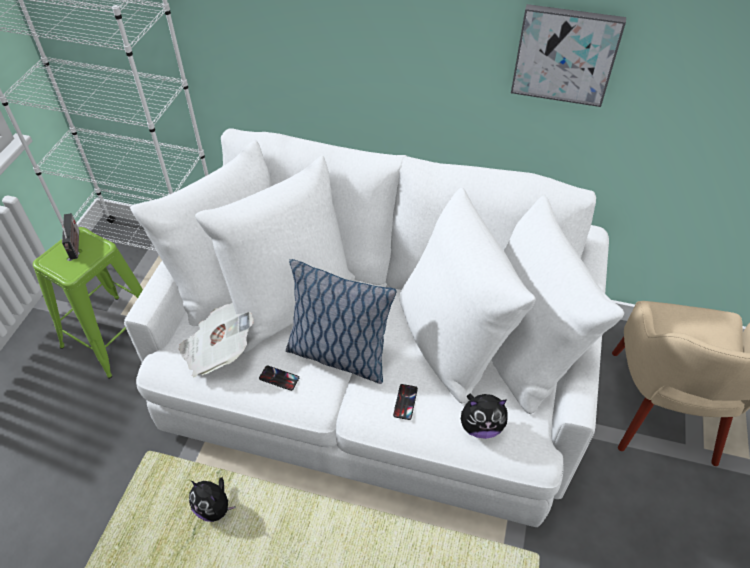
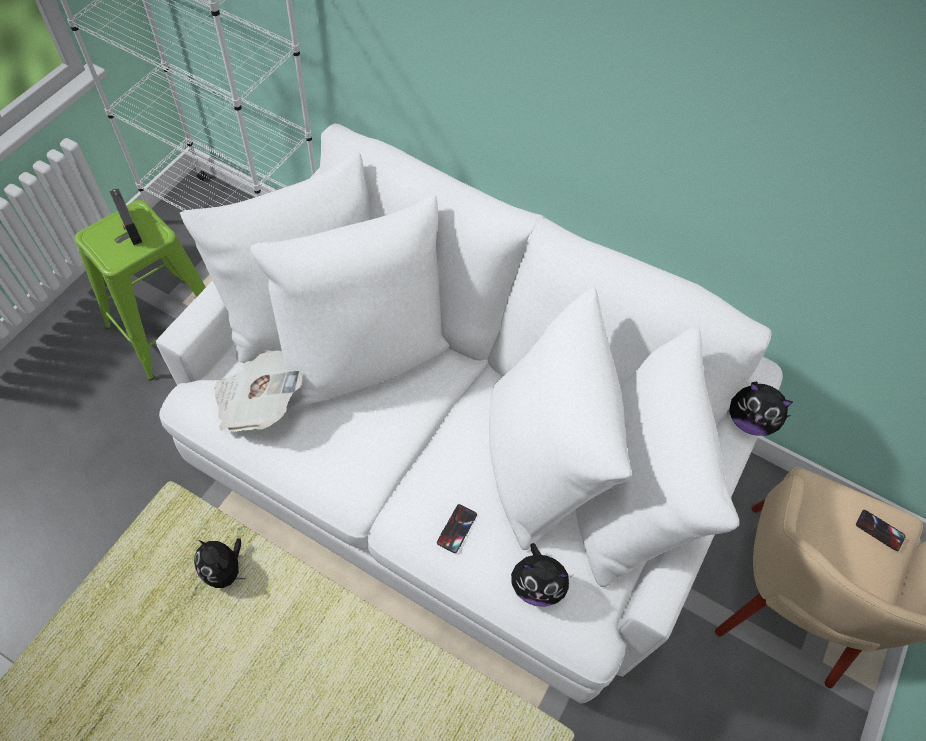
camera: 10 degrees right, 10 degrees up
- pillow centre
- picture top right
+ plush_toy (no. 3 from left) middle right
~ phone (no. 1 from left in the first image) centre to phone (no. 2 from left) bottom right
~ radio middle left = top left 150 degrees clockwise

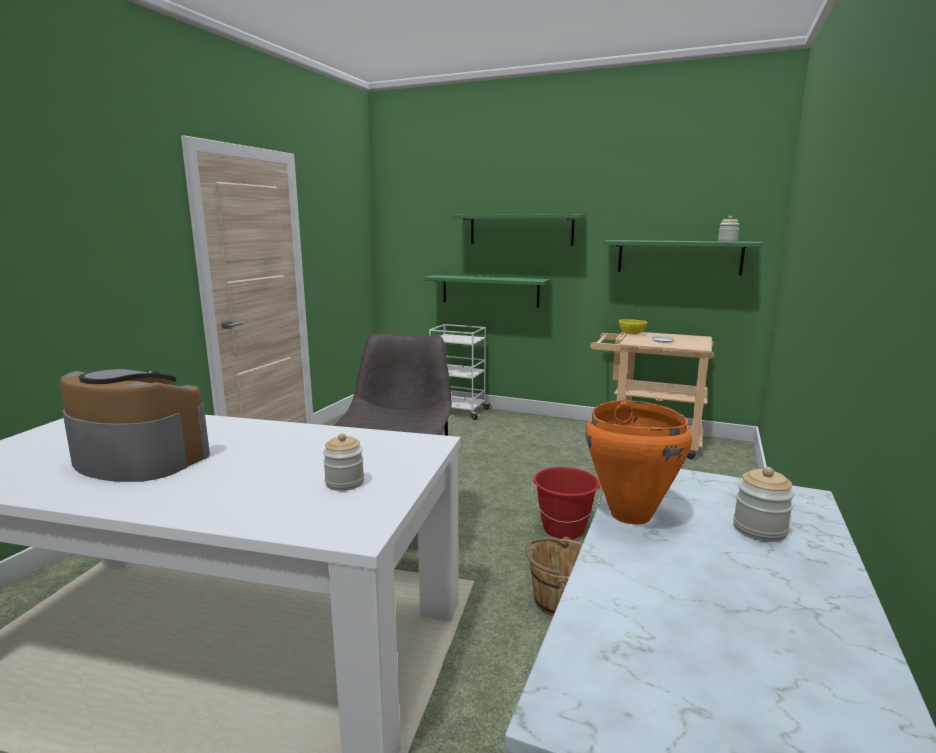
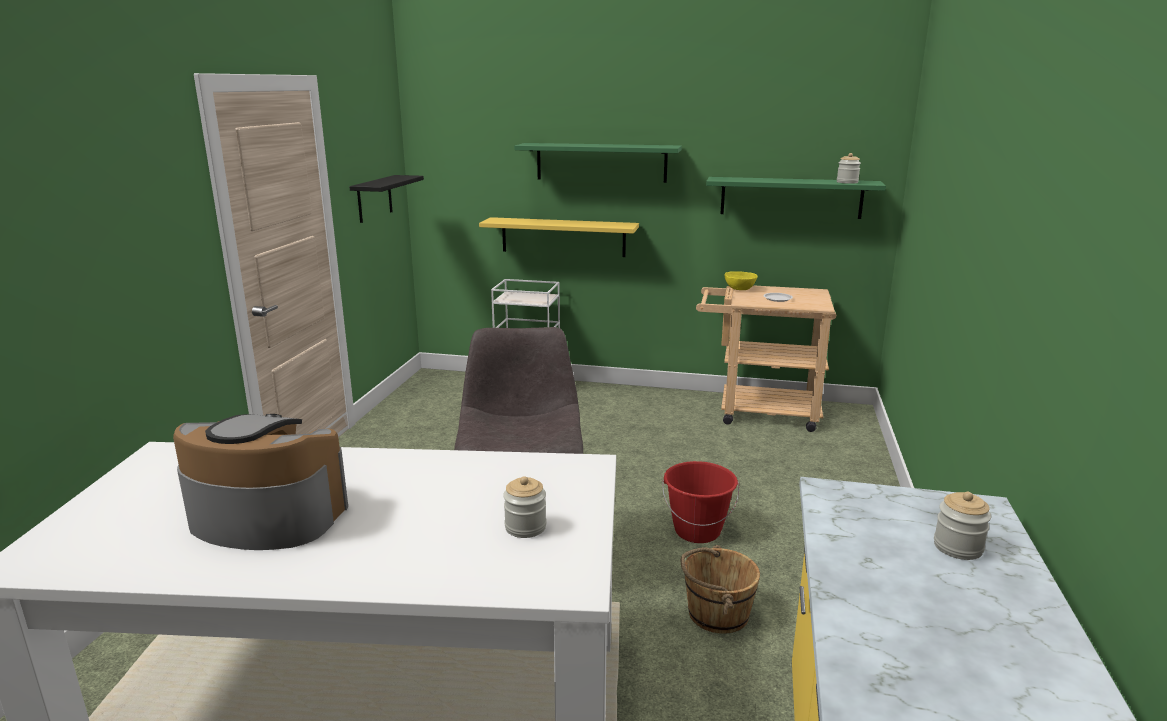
camera: 10 degrees left, 5 degrees up
- orange_cooking_pot middle right
+ black_shelf top left
~ green_shelf (no. 1 from left) centre to yellow_shelf top centre

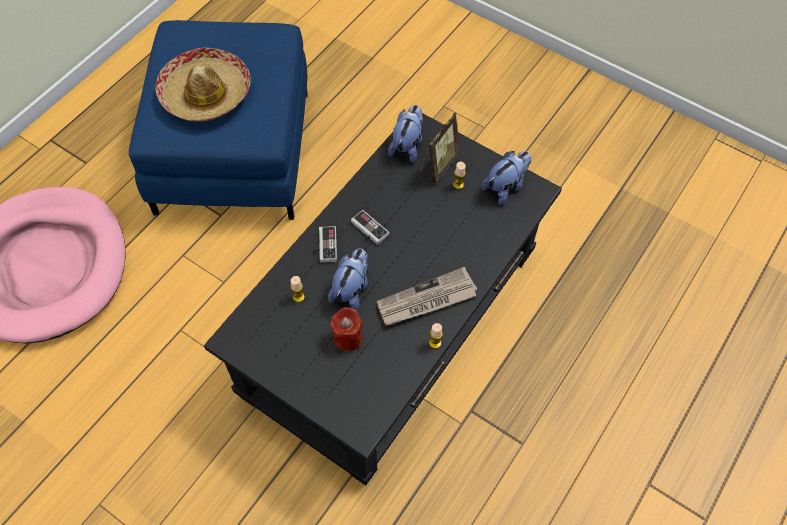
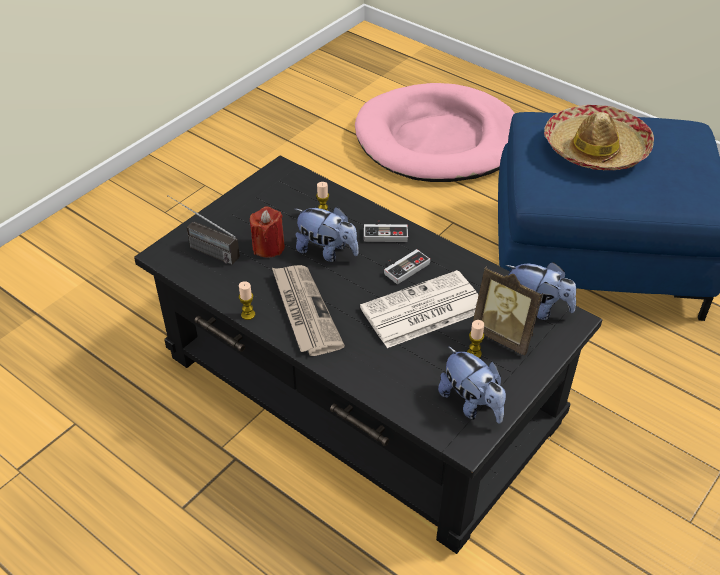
camera: 95 degrees right, 15 degrees down
+ radio middle left
+ newspaper (no. 2 from left) centre

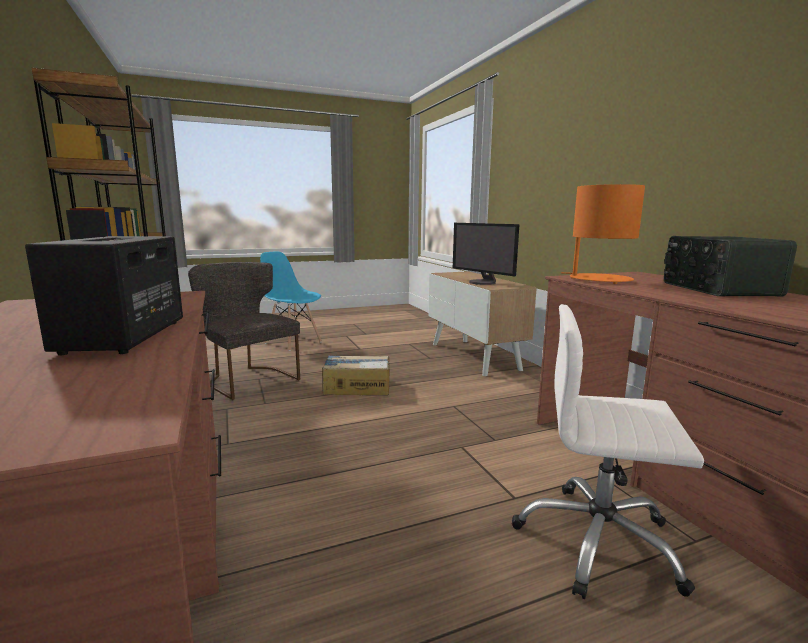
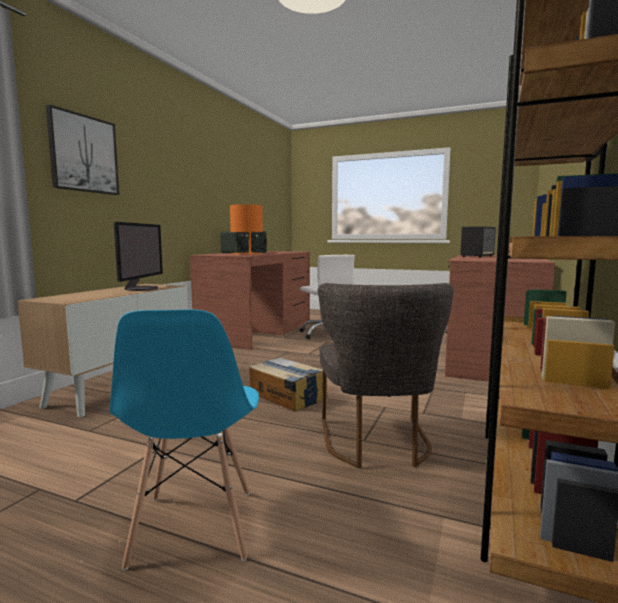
camera: 135 degrees left, 5 degrees down
+ picture top left

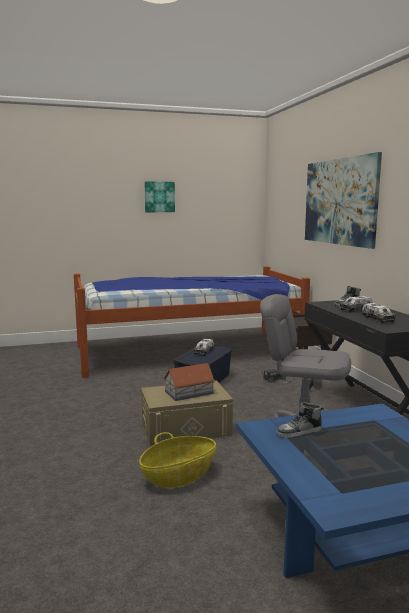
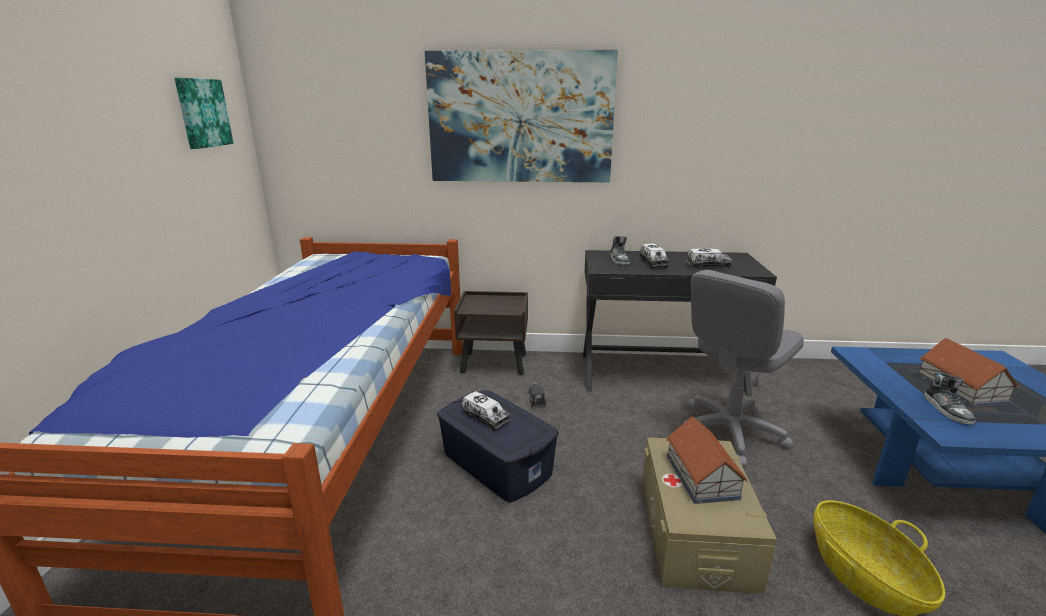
camera: 70 degrees left, 10 degrees up
+ toy_house (no. 2 from left) middle right
~ picture (no. 1 from left) top centre to top left

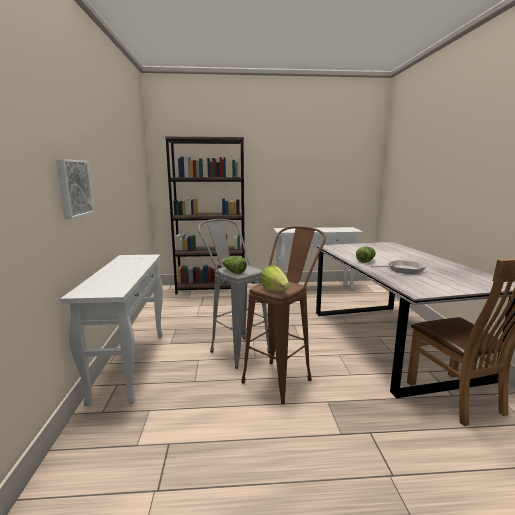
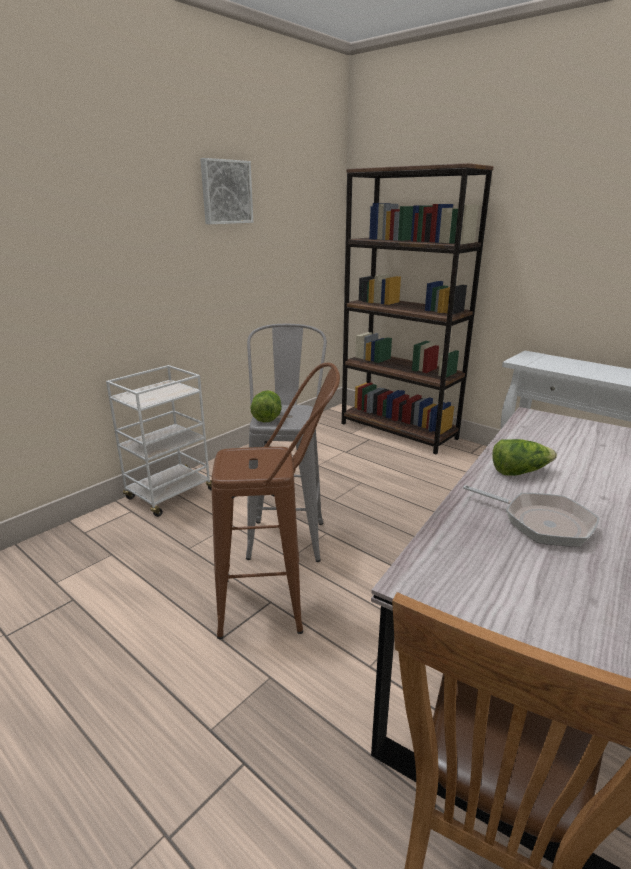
camera: 45 degrees right, 10 degrees up
- lettuce (no. 2 from left) centre
~ picture middle left to top centre
~ white_console_table (no. 1 from left) middle left to white_cart middle left

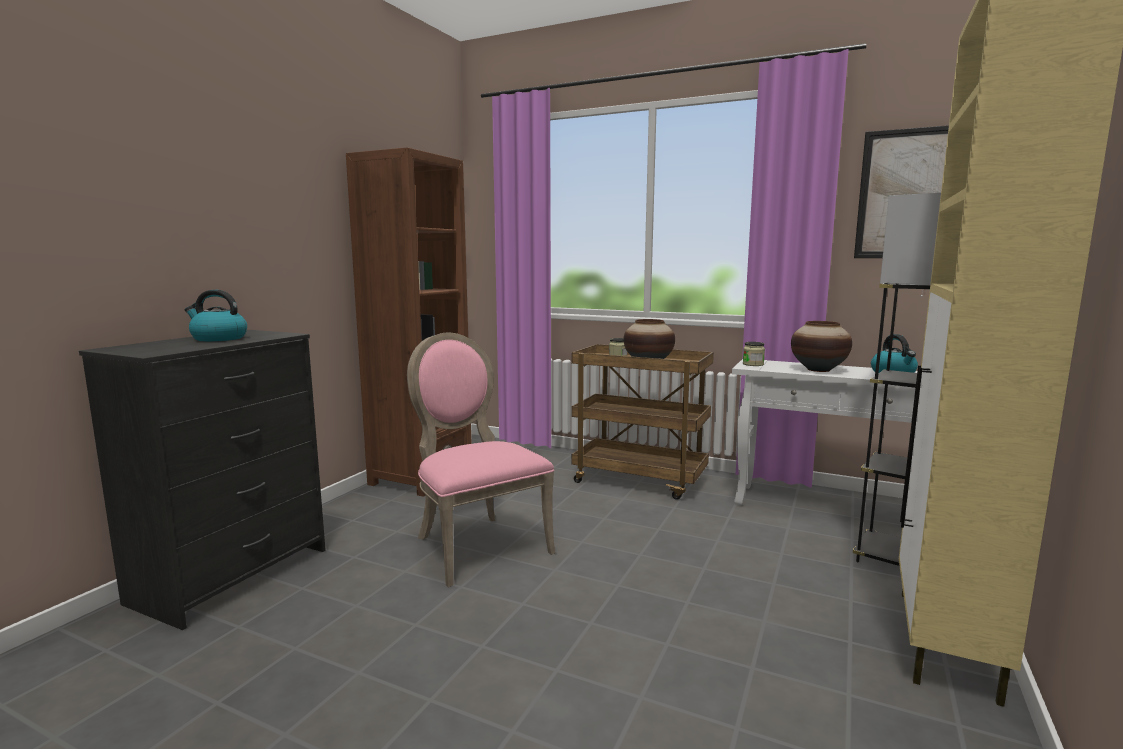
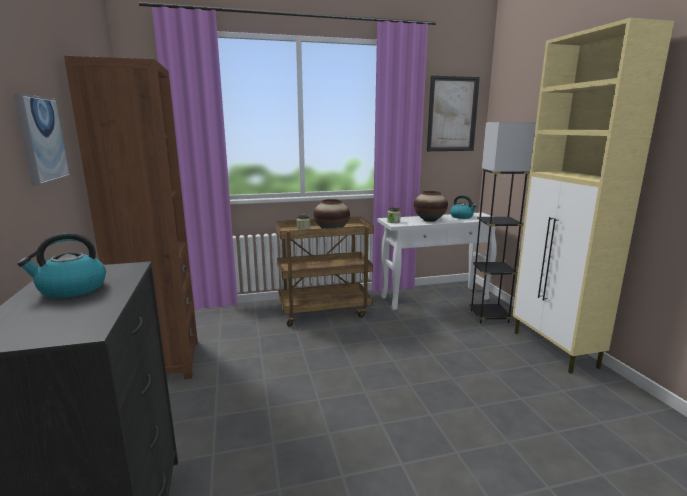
camera: 40 degrees left, 5 degrees up
- pink_chair centre
+ picture (no. 1 from left) top left

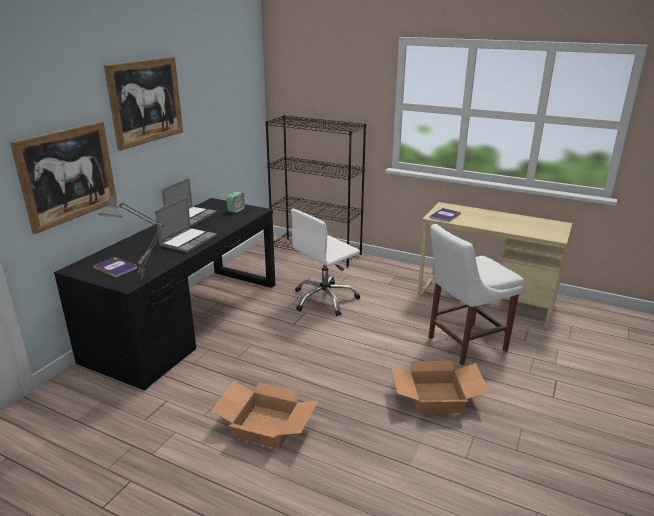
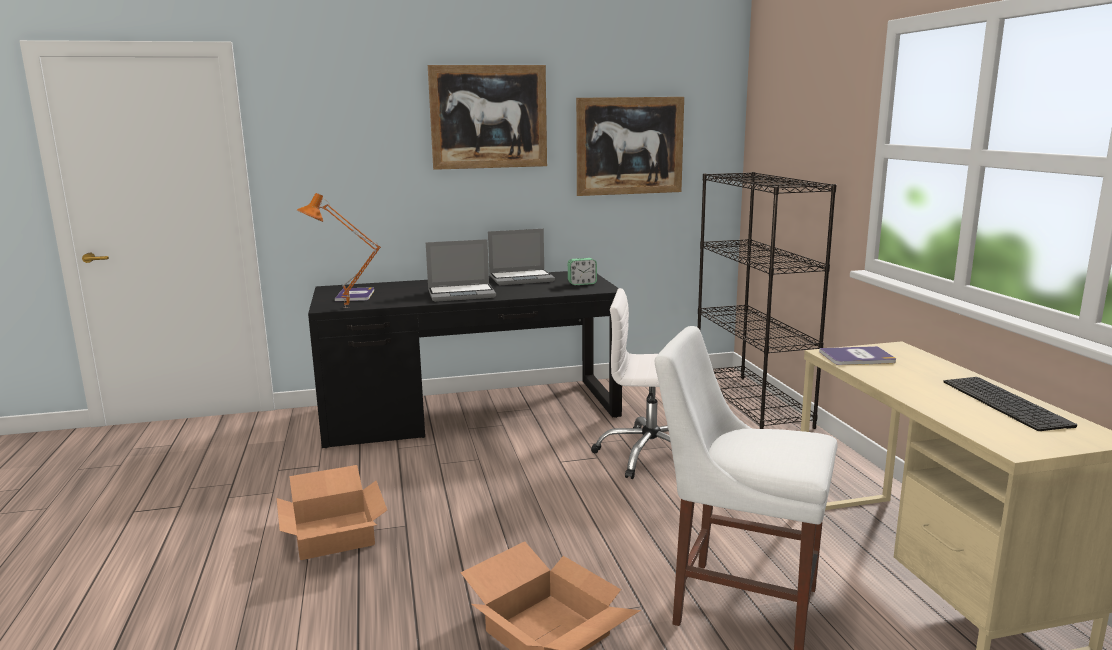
camera: 50 degrees right, 10 degrees down
+ keyboard middle right
~ picture (no. 1 from left in the first image) middle left to picture (no. 2 from left) top centre
~ grey_table_lamp middle left to orange_table_lamp middle left

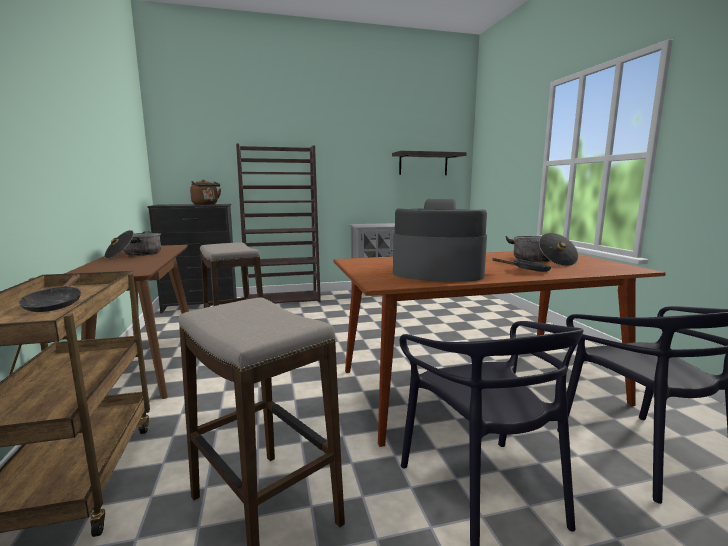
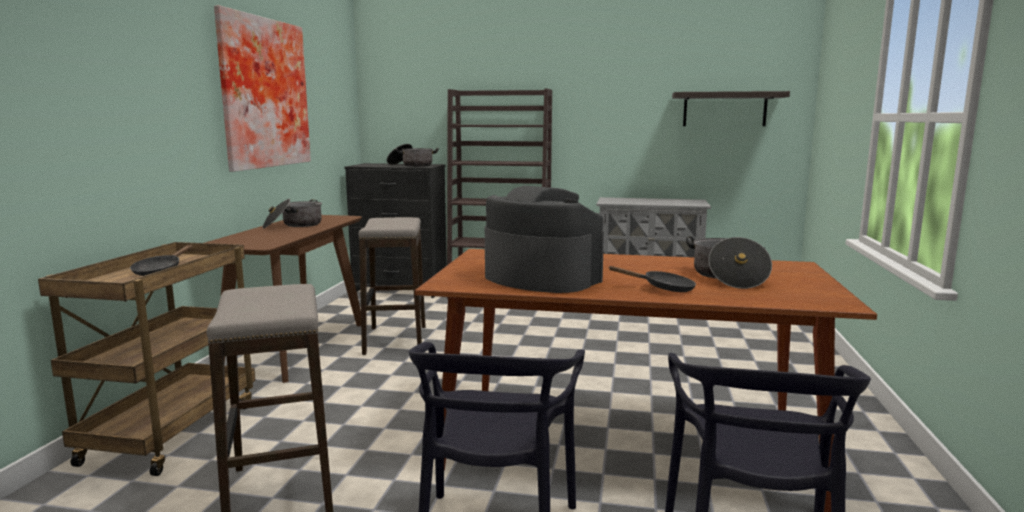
camera: 25 degrees right, 0 degrees up
+ picture top left
~ brown_kettle middle left to cooking_pot (no. 2 from left) top centre

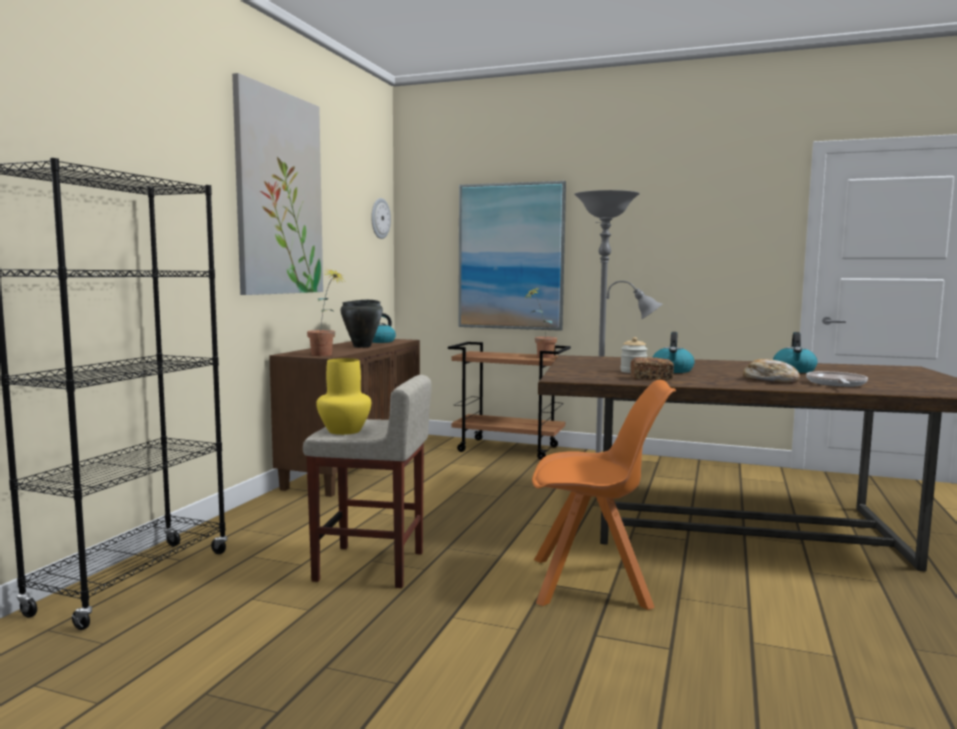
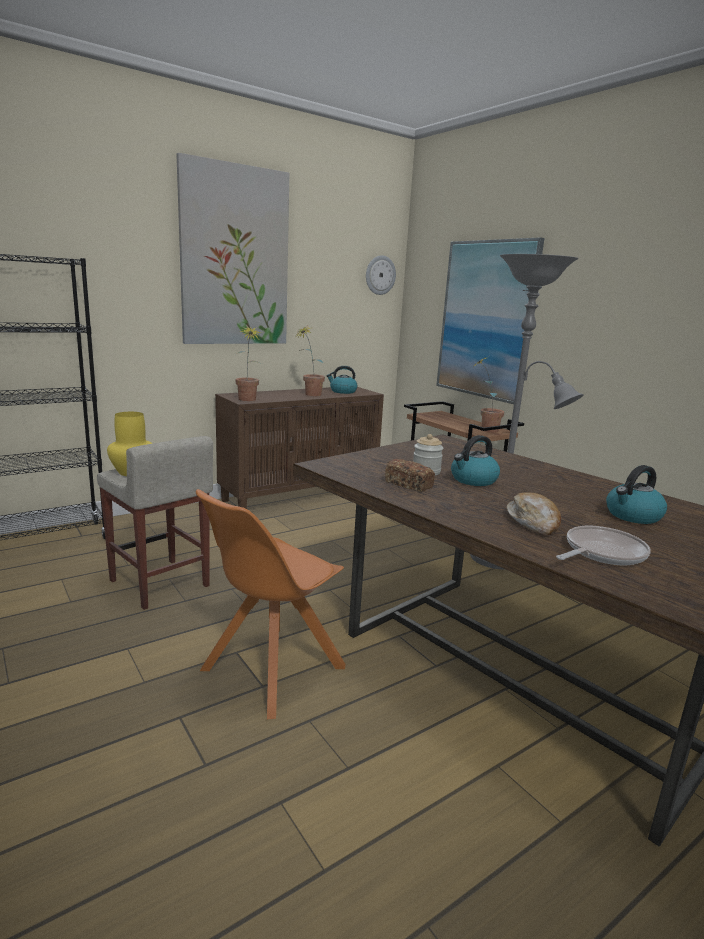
camera: 35 degrees right, 10 degrees up
~ black_cooking_pot centre to potted_plant (no. 2 from left) centre
~ orange_chair bottom centre = centre 90 degrees clockwise

